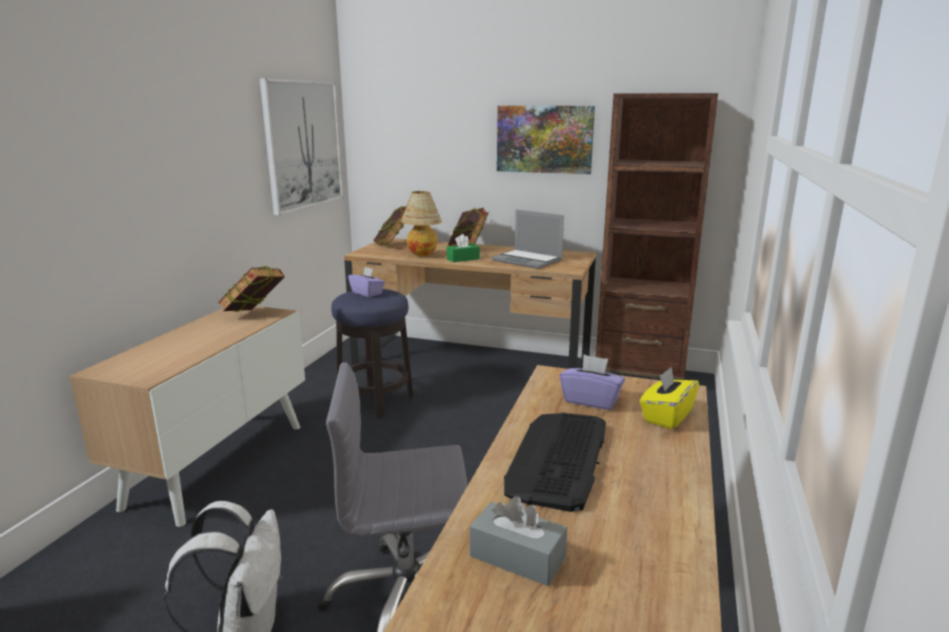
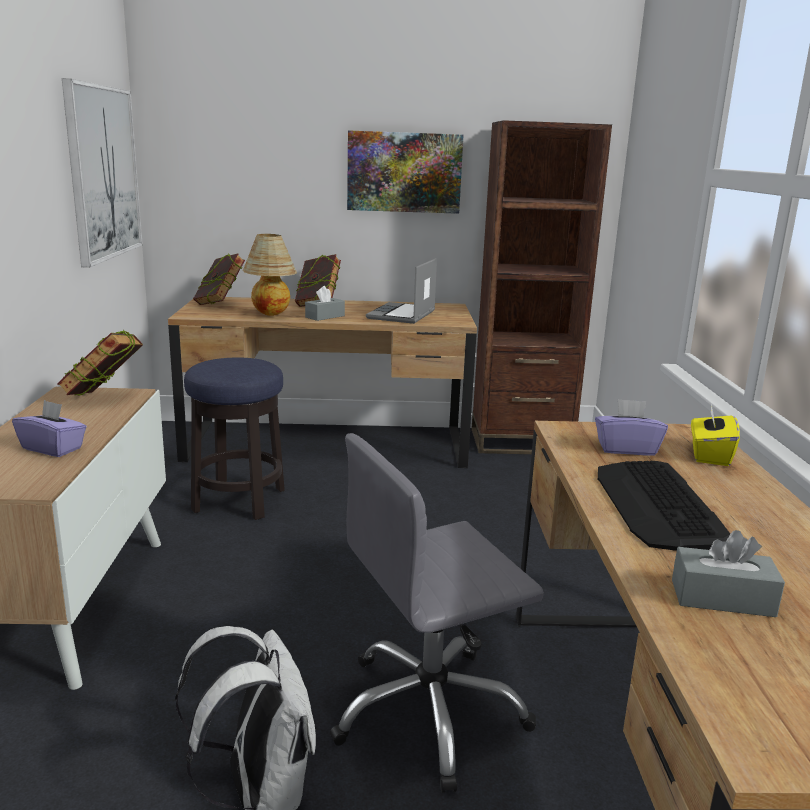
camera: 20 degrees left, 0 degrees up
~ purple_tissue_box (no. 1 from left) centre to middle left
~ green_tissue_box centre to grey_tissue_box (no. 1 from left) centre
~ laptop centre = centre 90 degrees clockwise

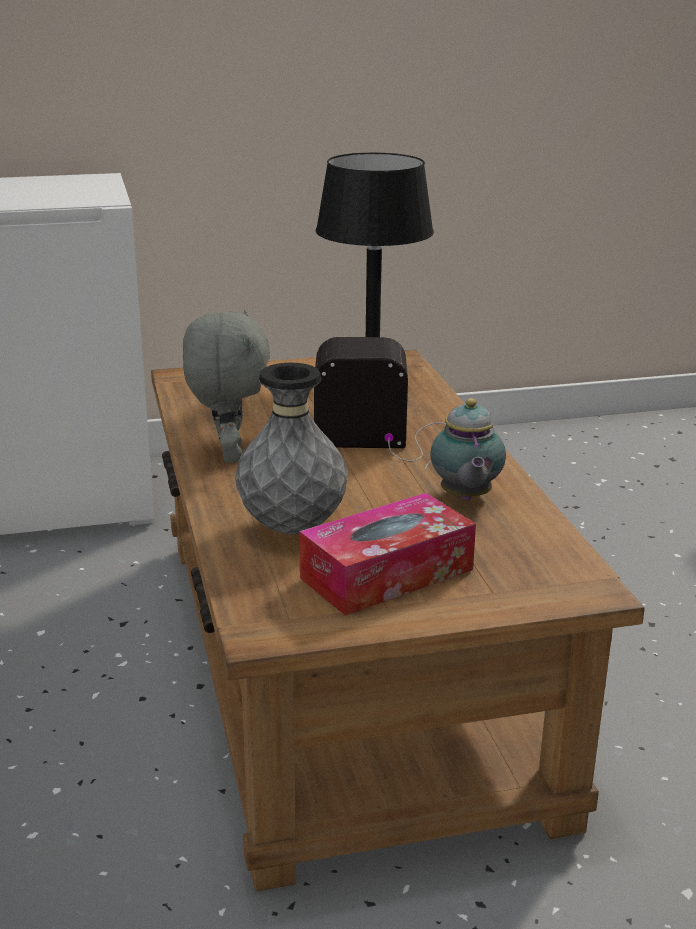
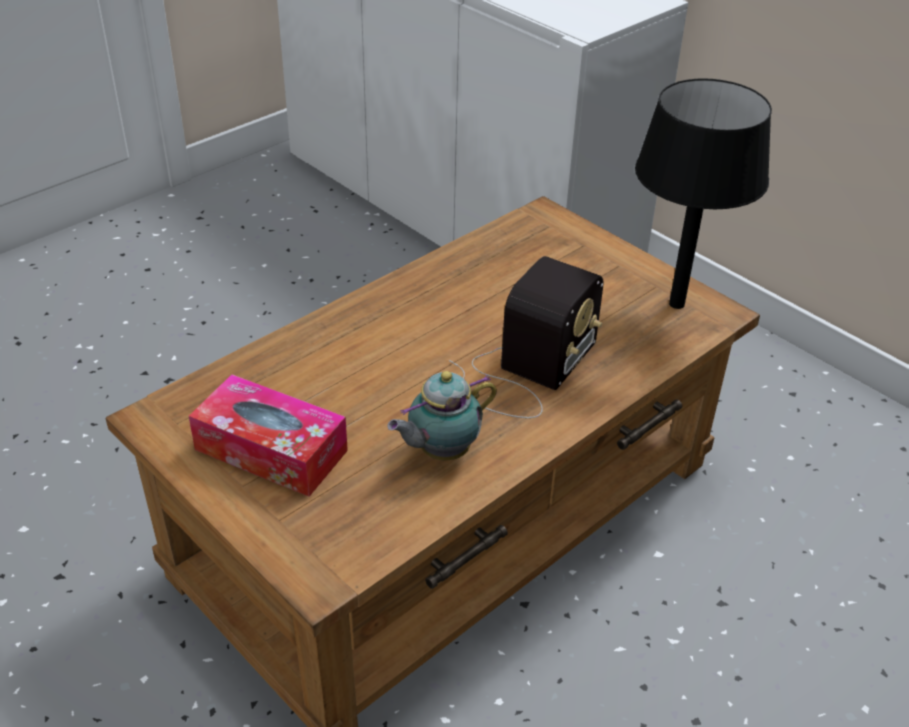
camera: 60 degrees right, 15 degrees up
- grey_plush_toy middle left
- grey_vase centre
~ radio centre = centre 60 degrees clockwise

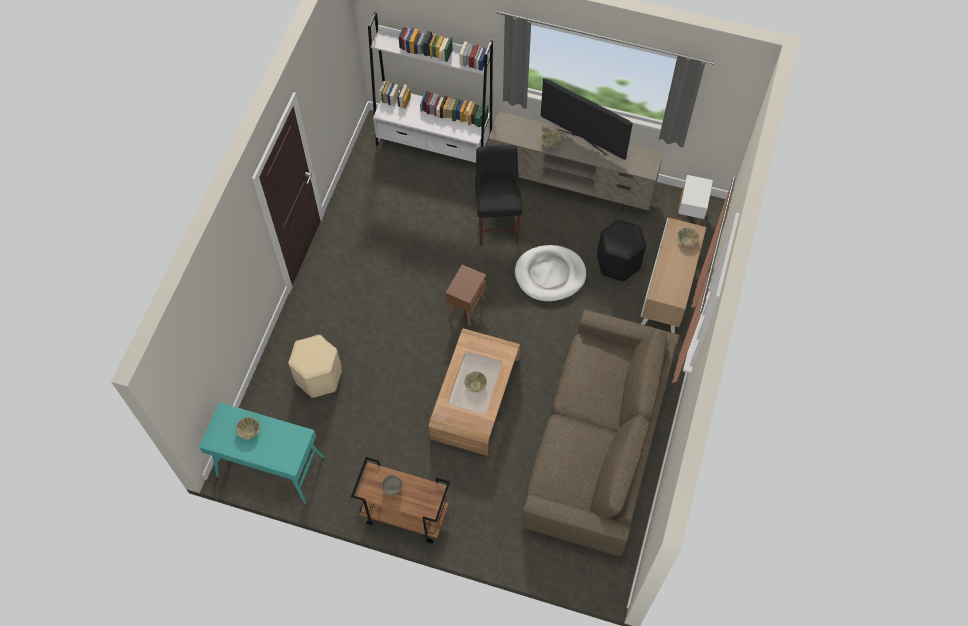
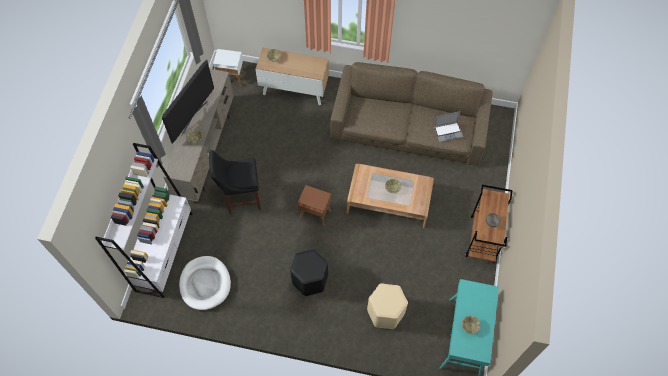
camera: 95 degrees left, 0 degrees up
+ laptop middle right
~ white_dog_bed centre to bottom left
~ black_stool (no. 2 from left) centre to bottom centre

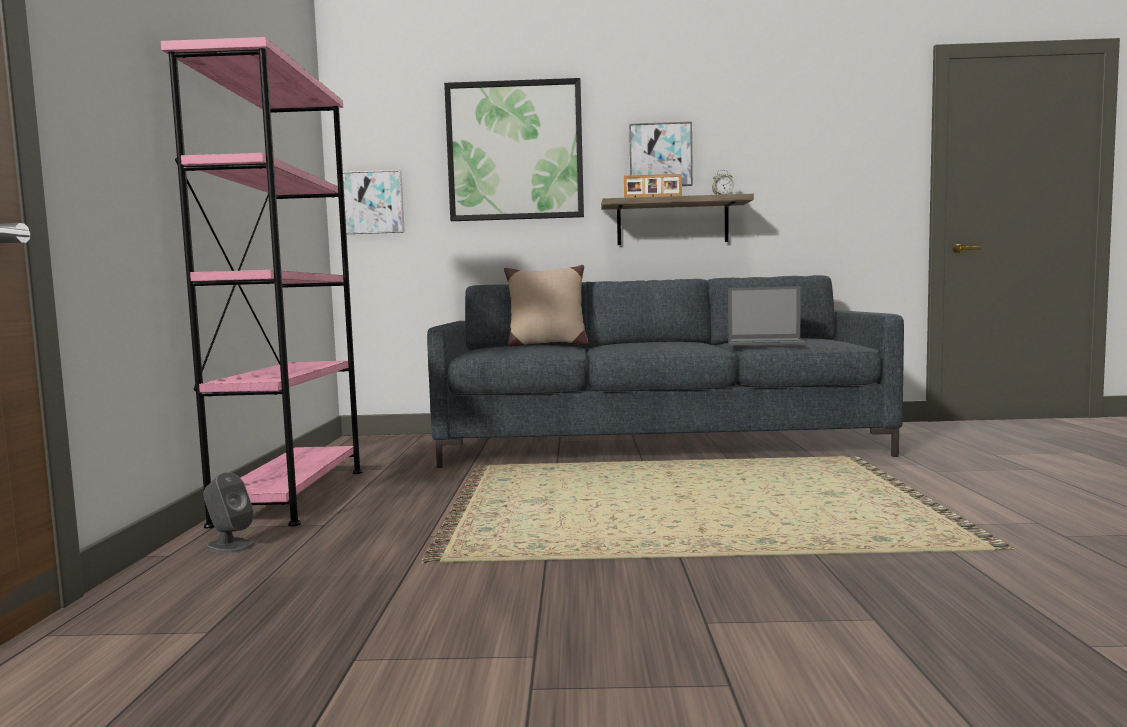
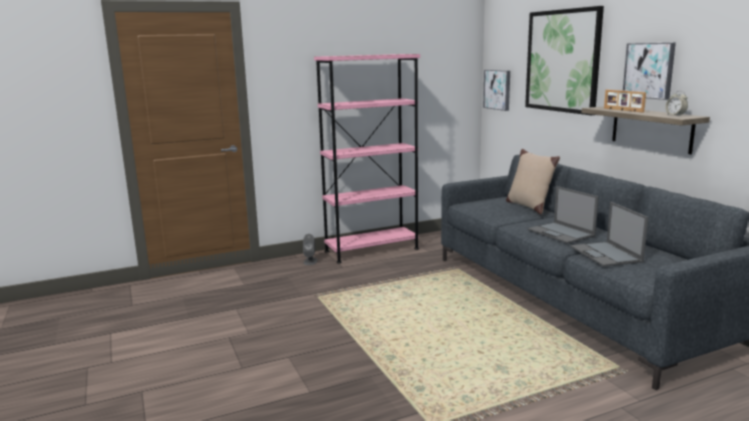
camera: 65 degrees right, 10 degrees up
+ laptop (no. 1 from left) middle right

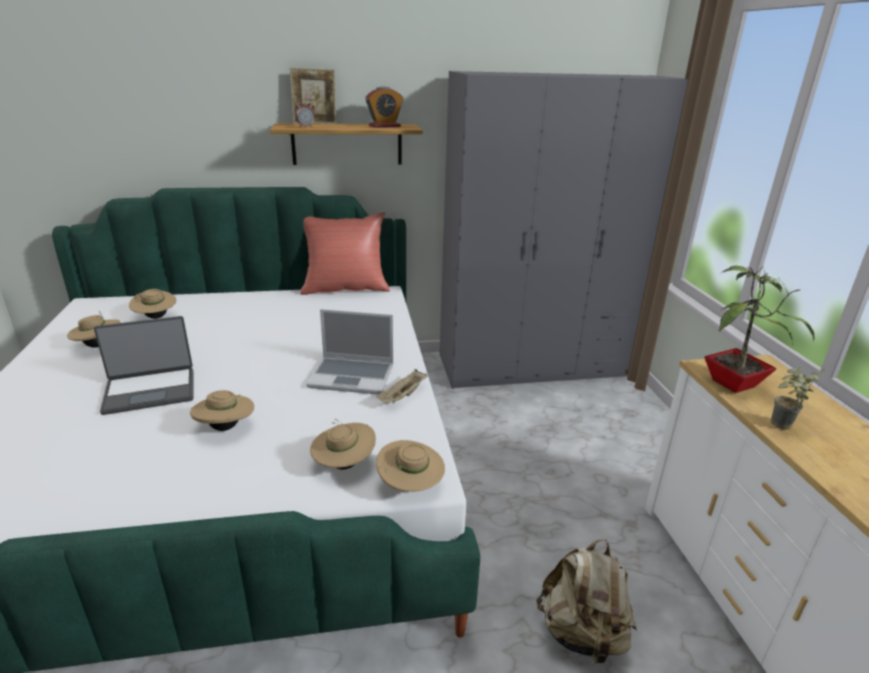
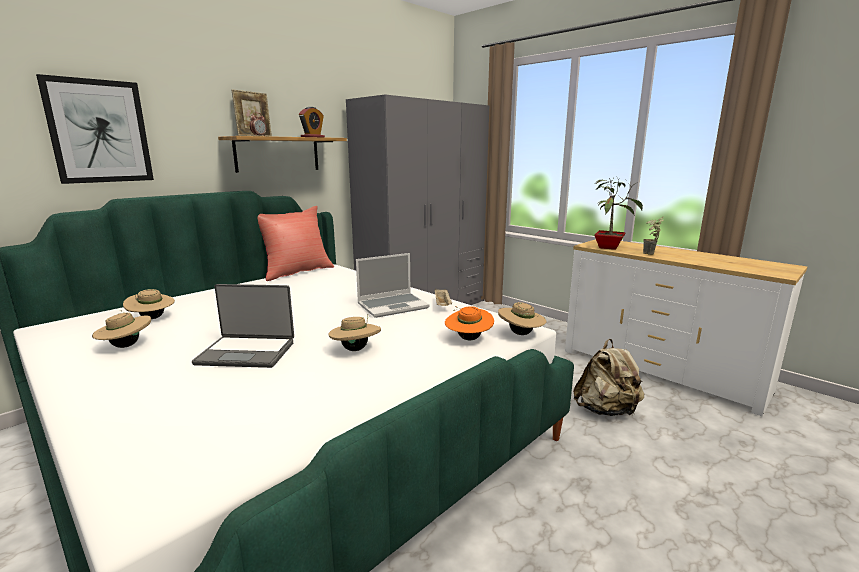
camera: 35 degrees left, 10 degrees down
+ picture top left
~ beige_hat (no. 4 from left) centre to orange_hat centre
~ laptop (no. 1 from left) middle left = middle left 60 degrees clockwise

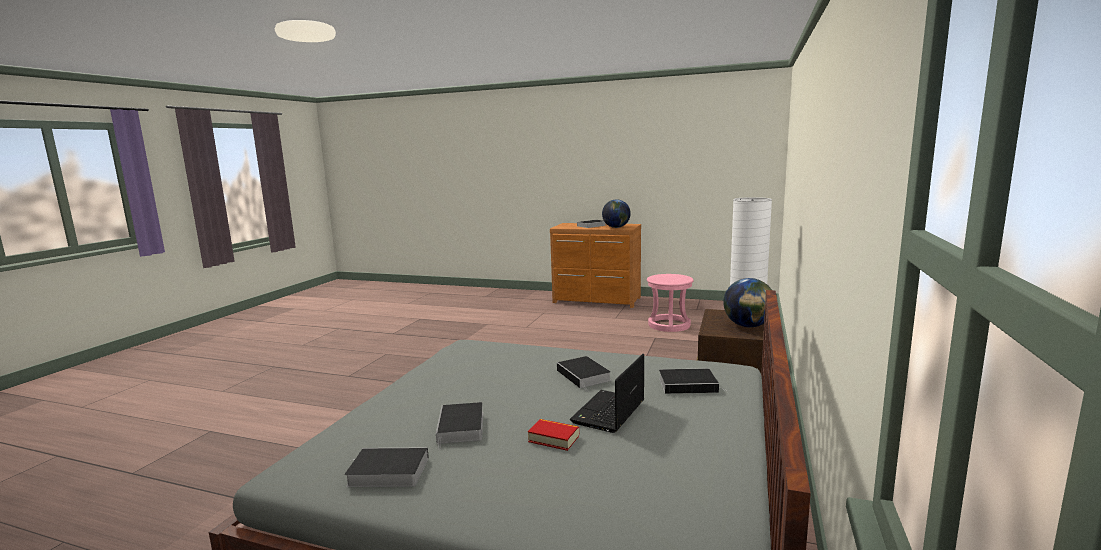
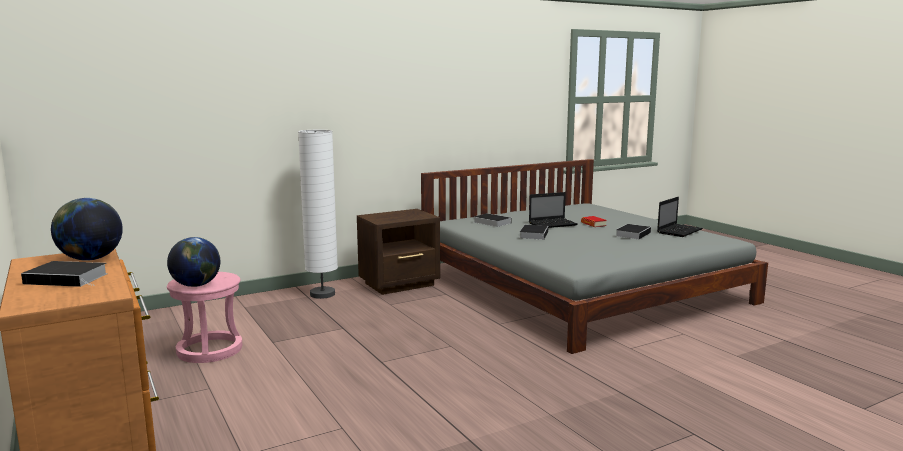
camera: 140 degrees left, 0 degrees up
~ globe (no. 2 from left) middle right to middle left
~ book (no. 1 from left) bottom centre to laptop (no. 2 from left) middle right

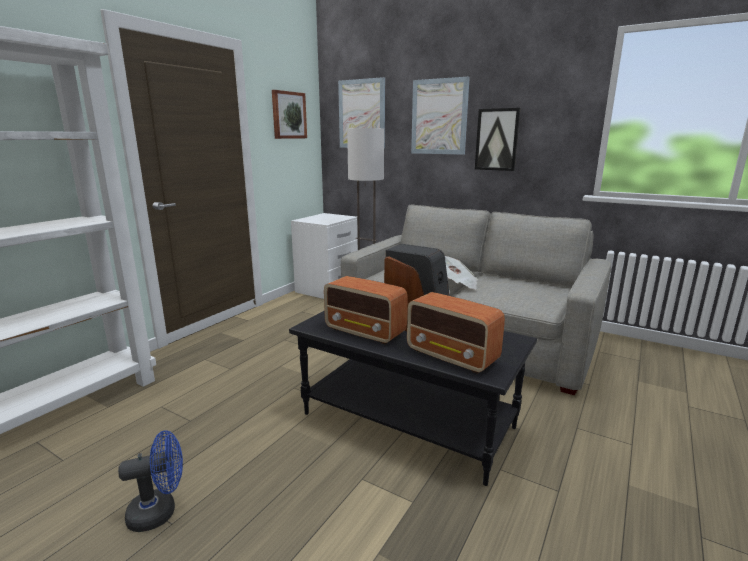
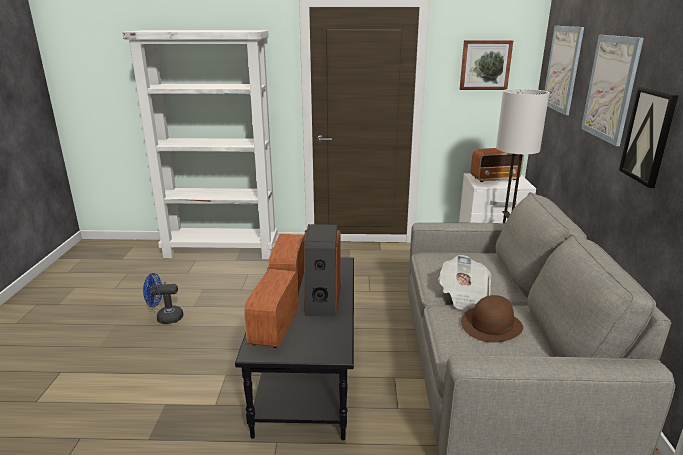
camera: 60 degrees right, 5 degrees up
+ brown_hat bottom right
+ radio (no. 3 from left) middle right
~ blue_fan bottom left = middle left 135 degrees clockwise

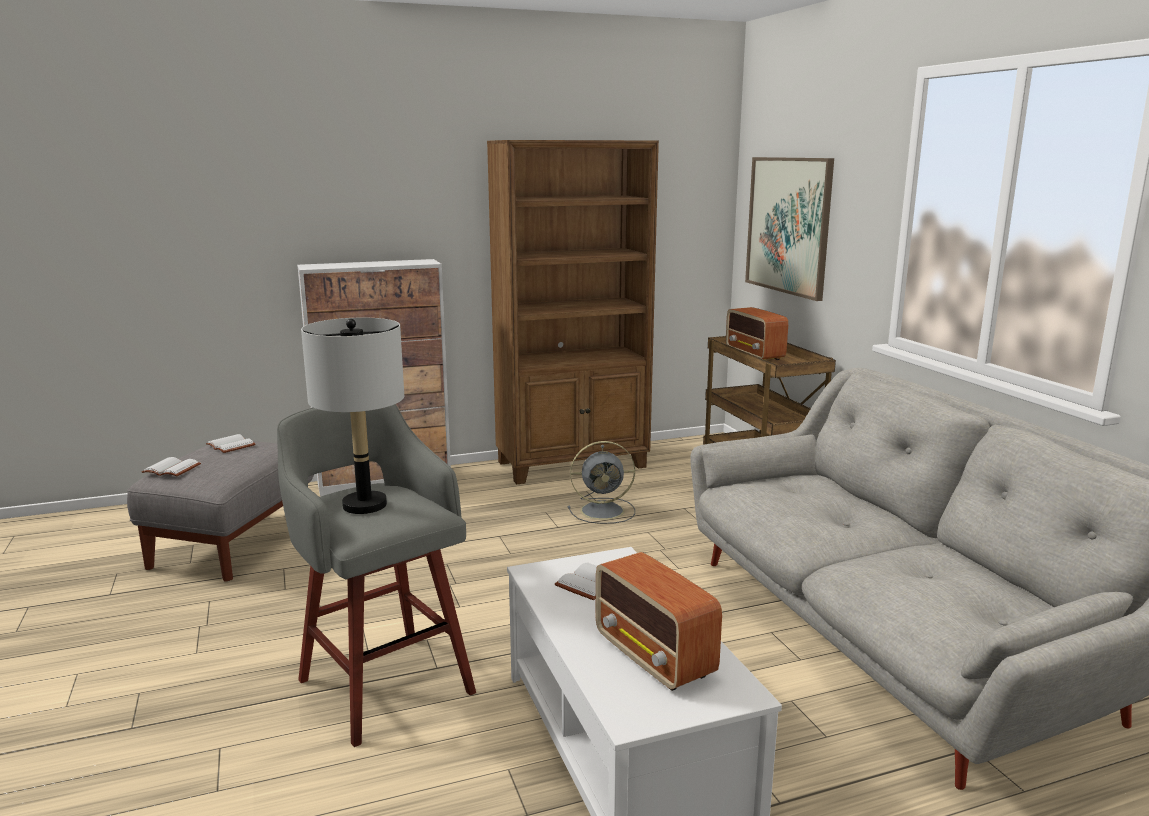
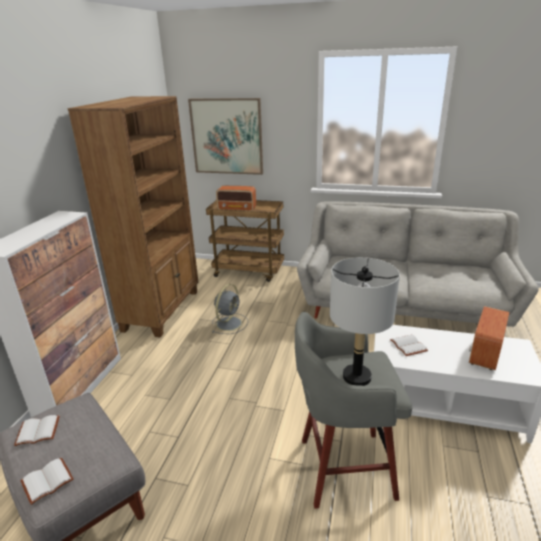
camera: 55 degrees left, 10 degrees up
~ radio (no. 1 from left in the first image) bottom centre = middle right 120 degrees clockwise

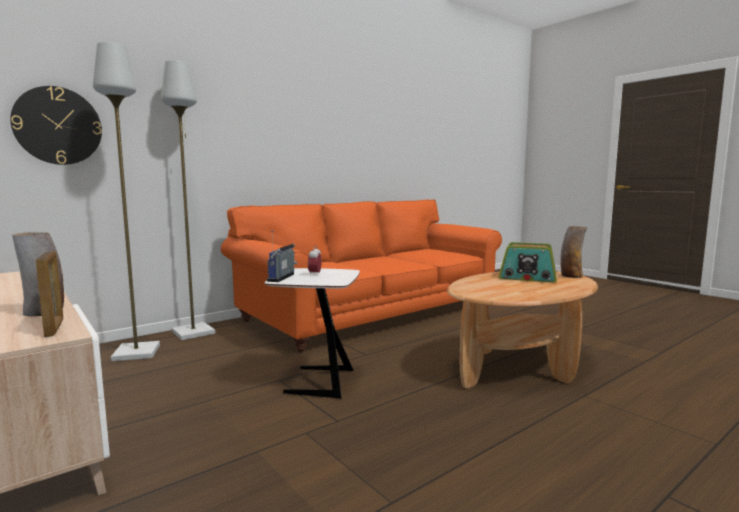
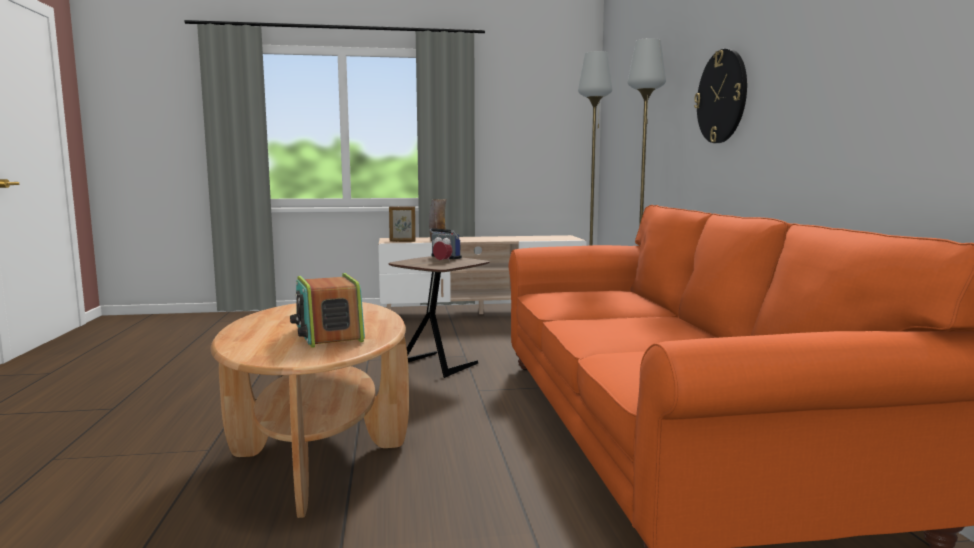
camera: 120 degrees right, 0 degrees up
- vase (no. 2 from left) middle right
~ wall_clock top left to top right
~ white_side_table centre to brown_side_table centre
~ radio (no. 2 from left in the first image) middle right = centre 75 degrees counterclockwise

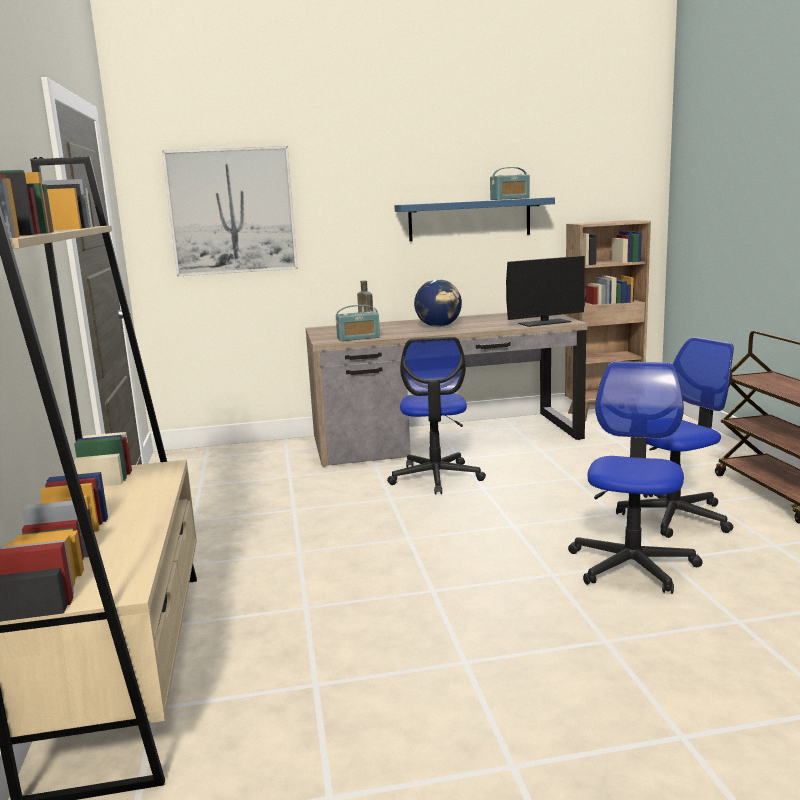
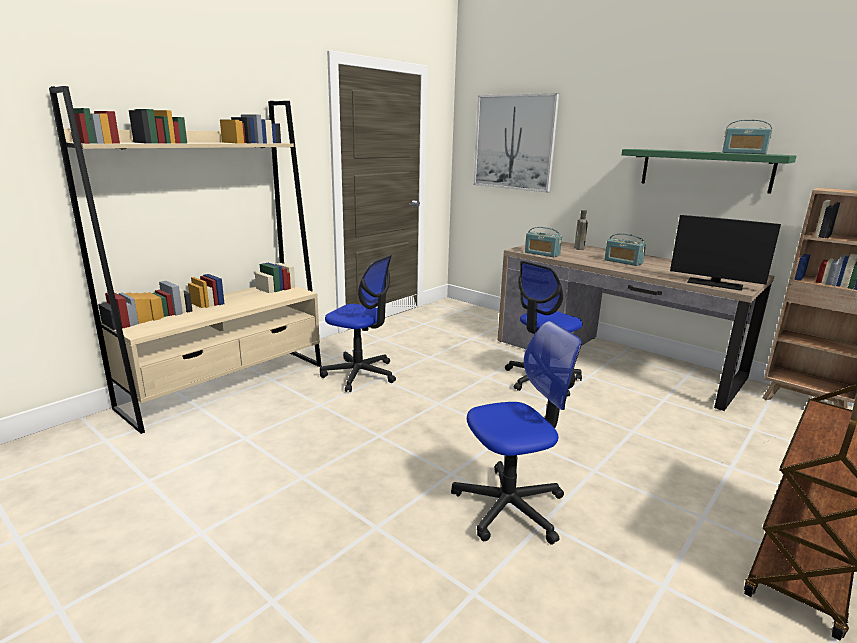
camera: 50 degrees right, 5 degrees up
~ office_chair (no. 3 from left in the first image) middle right to office_chair (no. 1 from left) centre
~ globe centre to radio (no. 2 from left) middle right
~ blue_shelf top centre to green_shelf top right

